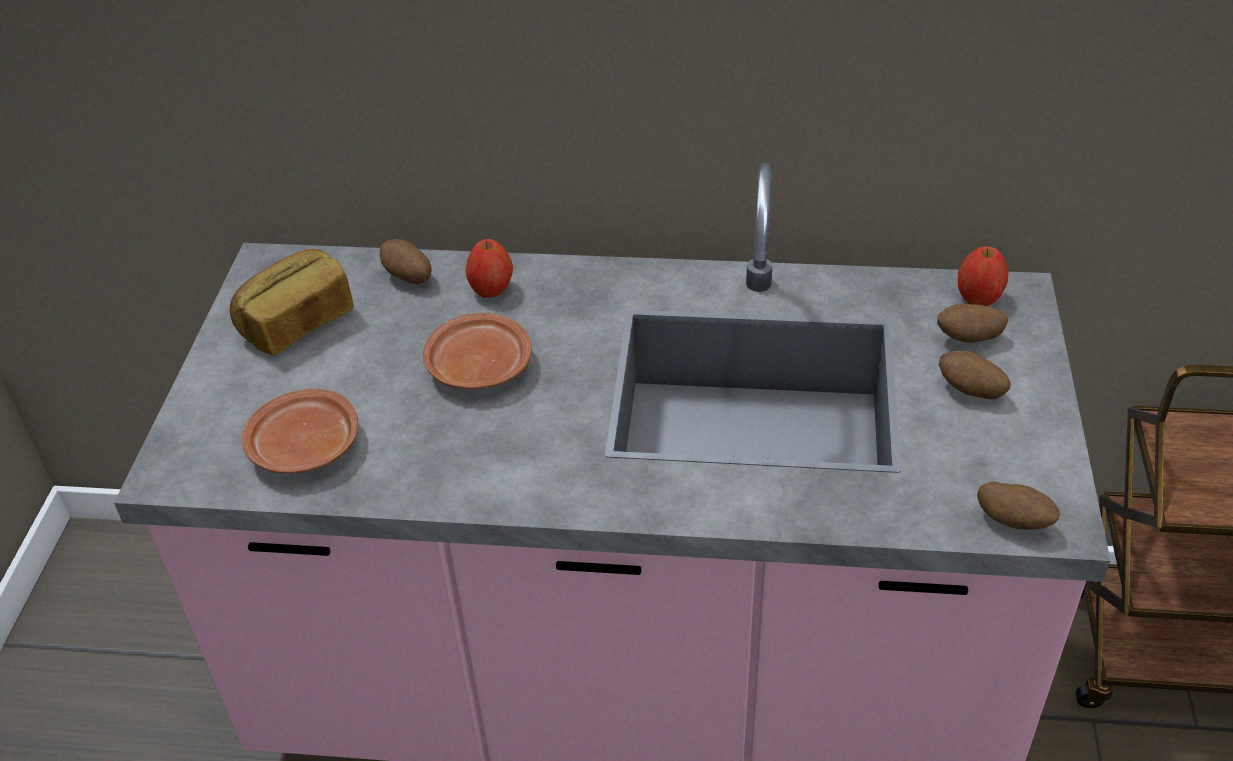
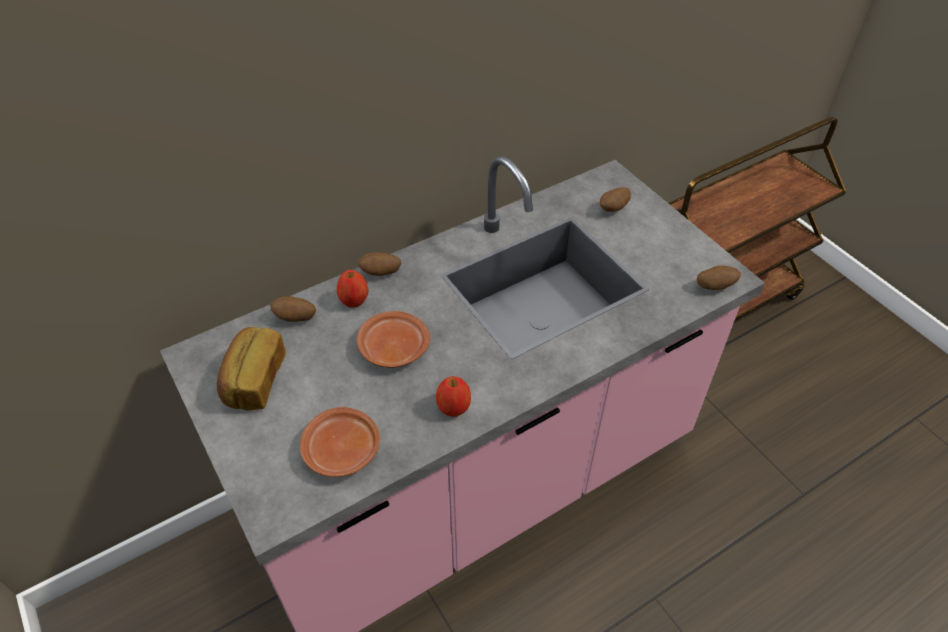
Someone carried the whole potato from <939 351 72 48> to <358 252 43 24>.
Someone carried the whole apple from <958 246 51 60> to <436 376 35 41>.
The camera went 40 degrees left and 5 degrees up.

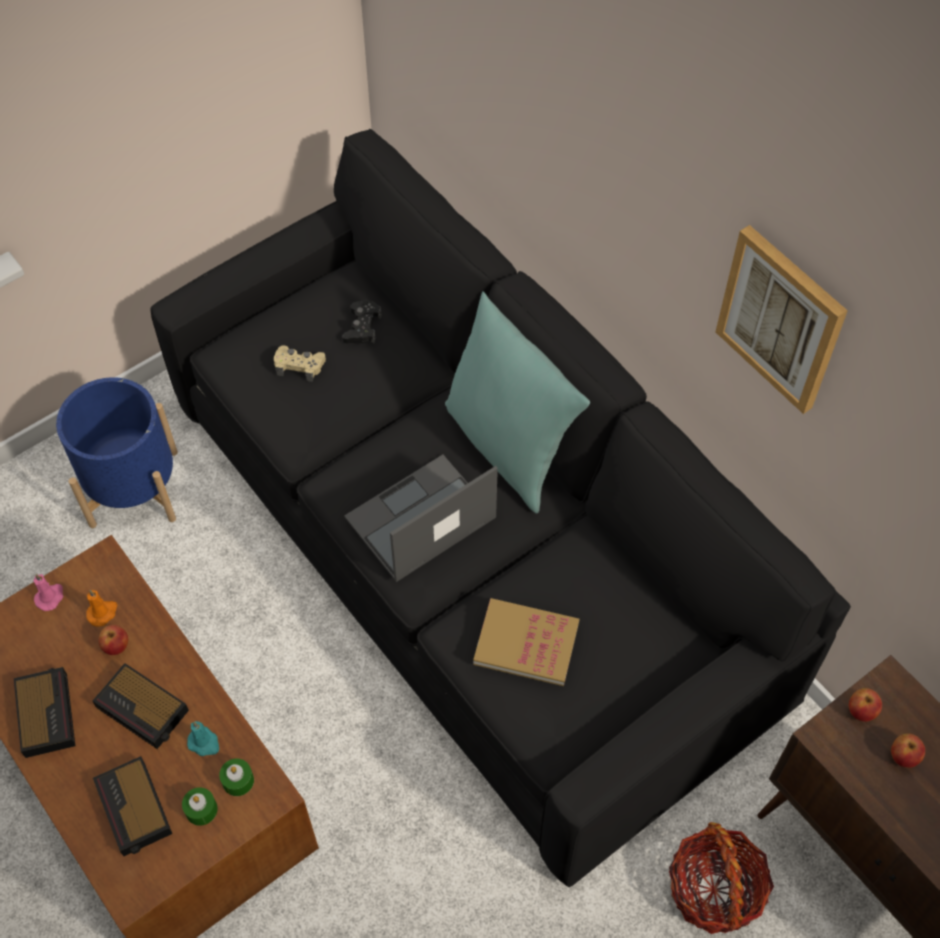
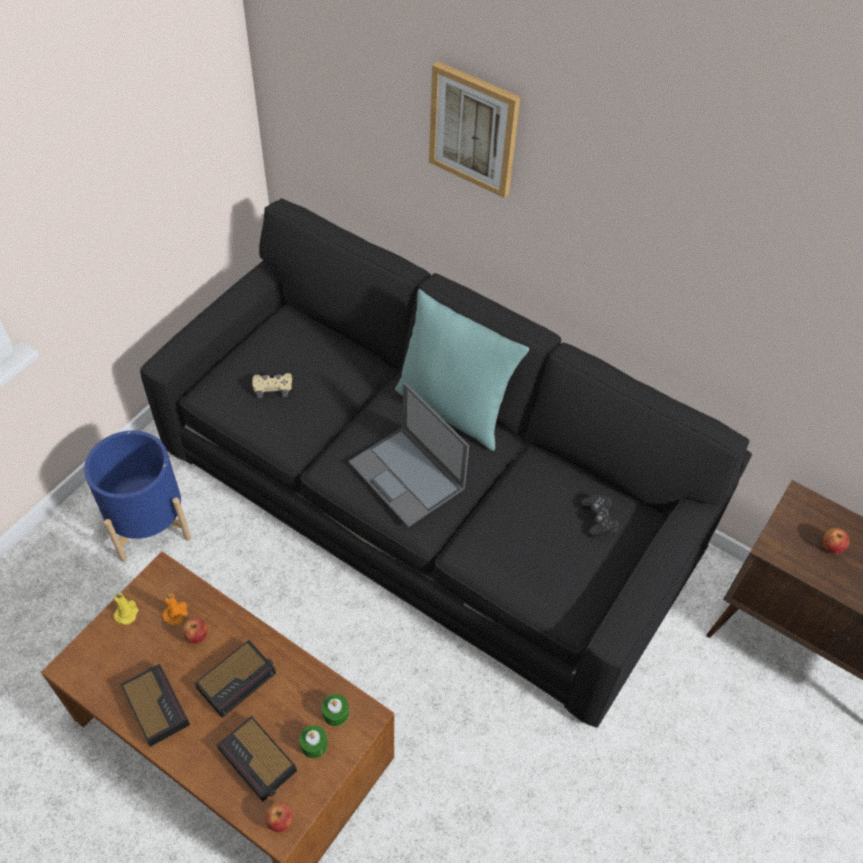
Someone repainted the wax candle in pink-coloured at <34 574 29 37>, which became the wax candle in yellow-coloured at <114 593 25 32>.
Someone rotated the alarm clock at <93 663 96 86> by 60 degrees counterclockwise.
Someone took away the wax candle in blue-green at <187 721 32 35>.
Someone carried the game controller in black from <342 300 40 44> to <580 495 38 43>.
Someone rotated the portable computer at <344 455 154 127> by 75 degrees counterclockwise.
Someone took away the bound book at <473 598 106 88>.
Someone took away the household basket at <669 822 105 112>.
Someone carried the wall picture from <715 225 133 189> to <429 61 91 137>.
Someone carried the whole apple from <849 688 33 34> to <265 802 28 30>.
The camera went 20 degrees left and 5 degrees down.

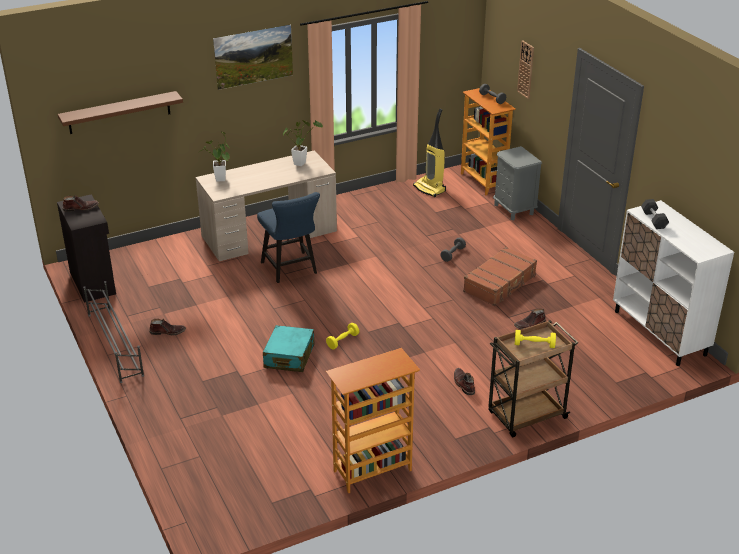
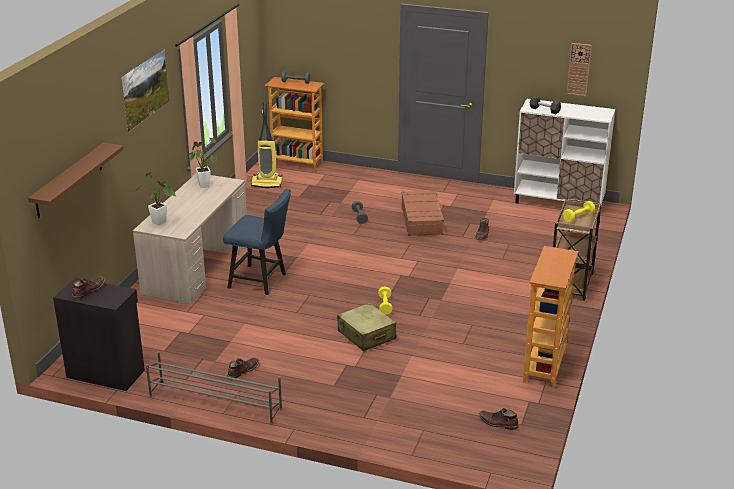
Someone repainted the suitcase in blue-green at <263 325 52 47>, which became the suitcase in beige-coloured at <337 303 60 48>.
Someone carried the tall boot in brown-coloured from <454 368 21 27> to <479 408 40 22>.
Someone took away the nightstand in grey at <493 146 49 74>.
Someone carried the hanging clock from <517 40 17 59> to <567 43 25 53>.
The camera went 45 degrees left and 5 degrees down.

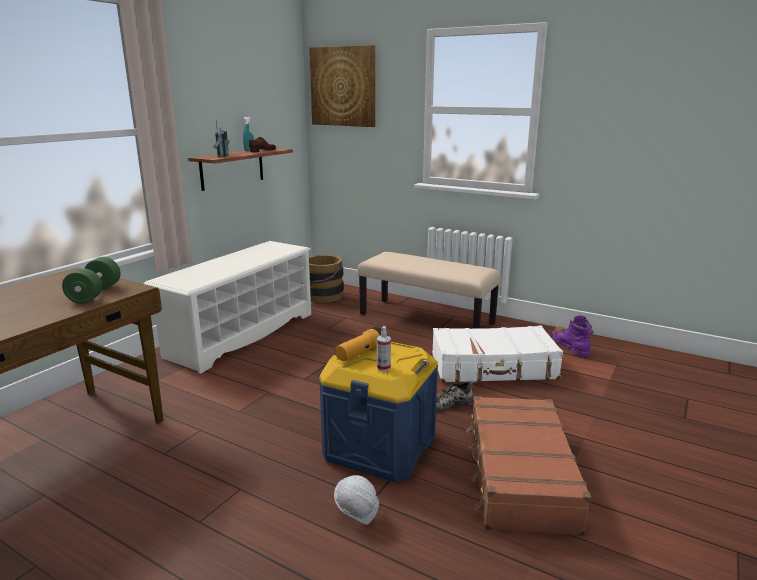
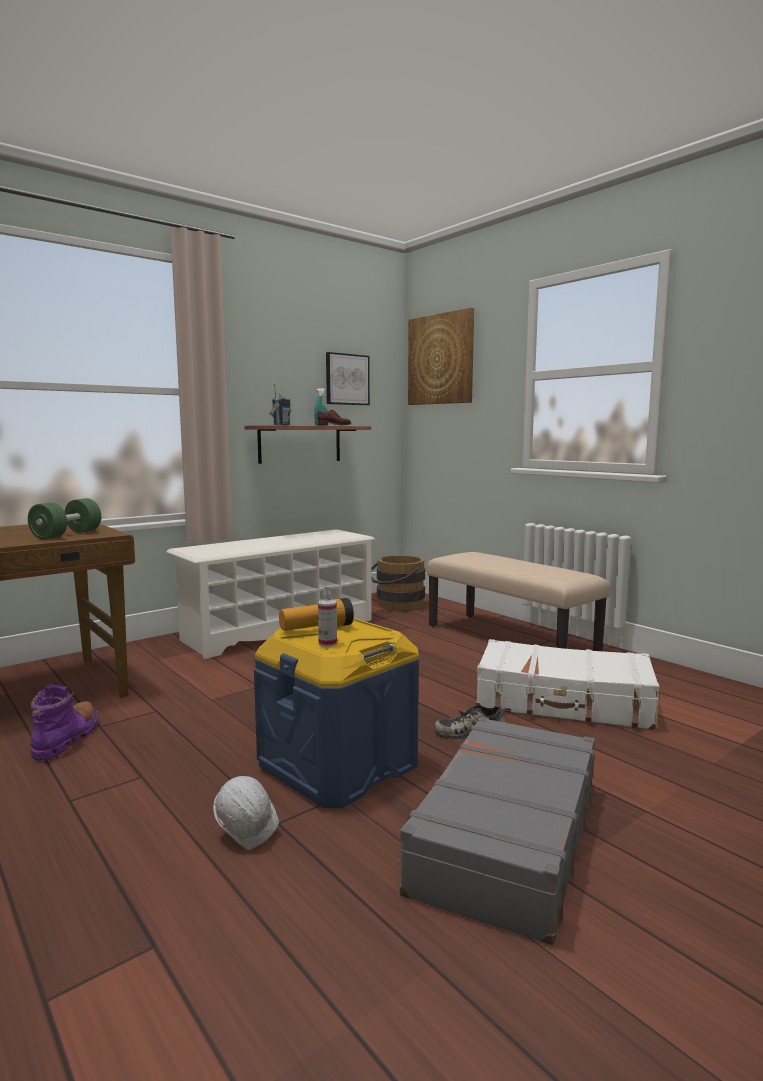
Someone repainted the suitcase in brown-coloured at <466 396 125 140>, which became the suitcase in grey at <398 717 197 228>.
Someone carried the tall boot in purple from <552 316 42 41> to <31 684 67 77>.
Someone put up the wall picture at <326 352 44 53>.
The camera went 20 degrees right and 10 degrees down.

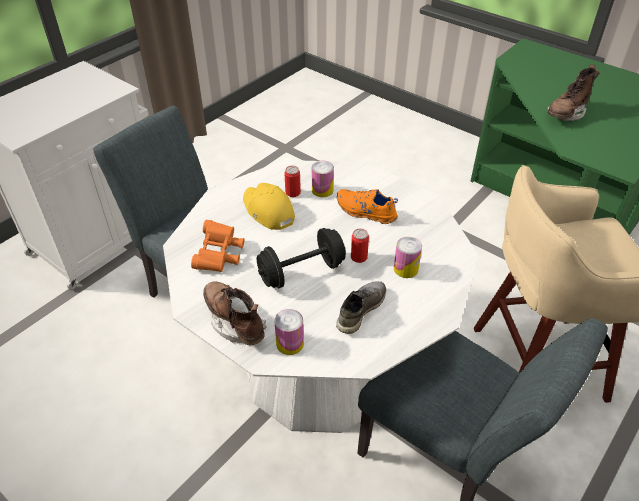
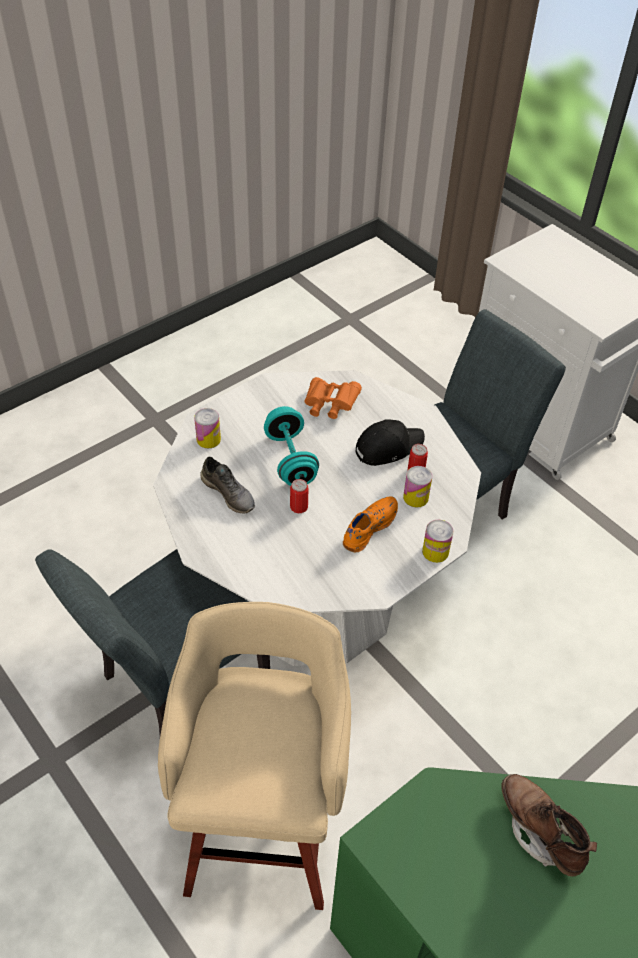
Someone took away the tall boot in brown-coloured at <203 281 64 64>.
Someone repainted the baseball cap in yellow-coloured at <243 183 52 47>, which became the baseball cap in black at <356 419 69 47>.
Someone repainted the hand weight in black at <257 228 89 60>, which became the hand weight in blue-green at <264 406 55 80>.
Someone carried the sealed can from <394 237 28 41> to <422 520 31 43>.
The camera went 100 degrees right and 5 degrees up.

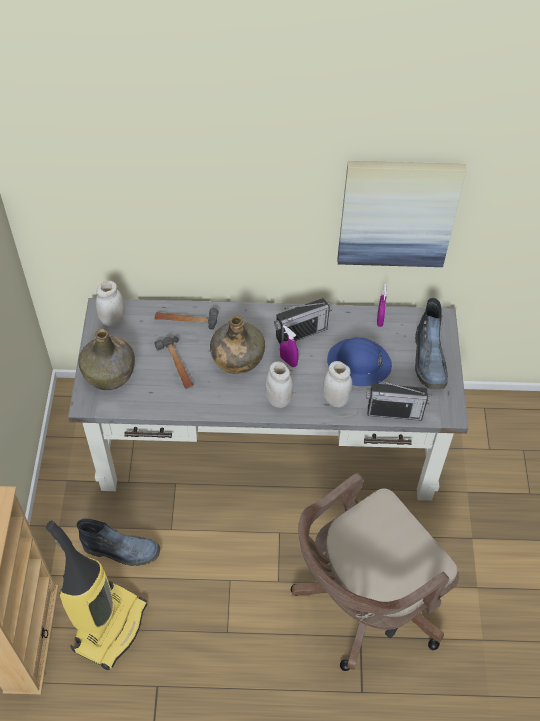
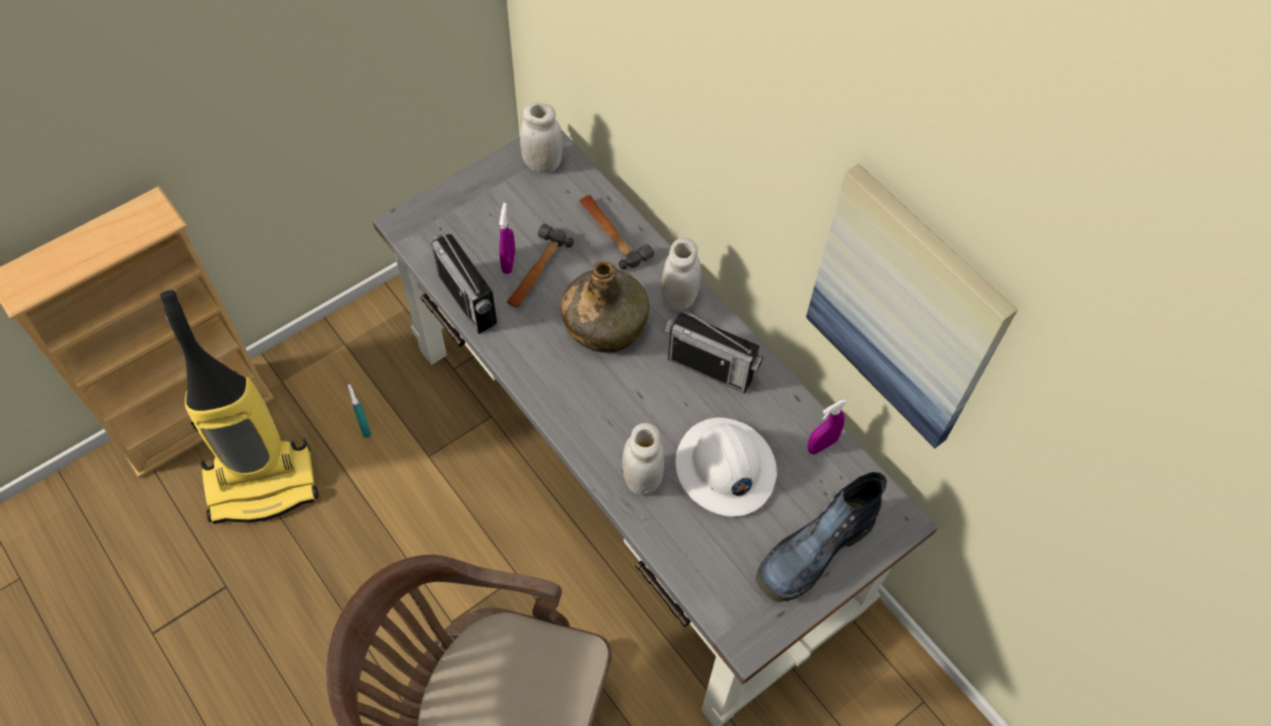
Someone swapped the tall boot at <77 518 83 48> for the hand sprayer in blue-green at <348 384 23 54>.
Someone took away the beverage bottle in green at <78 329 57 61>.
Someone carried the storage jar in whitish from <265 361 28 47> to <661 238 40 73>.
Someone carried the hand sprayer in purple from <280 325 19 42> to <499 203 16 71>.
Someone repainted the work helmet in bluish at <327 337 65 49>, which became the work helmet in whitish at <676 418 101 99>.
Someone carried the radio receiver from <366 380 65 41> to <430 228 67 106>.
The camera went 50 degrees right and 5 degrees up.

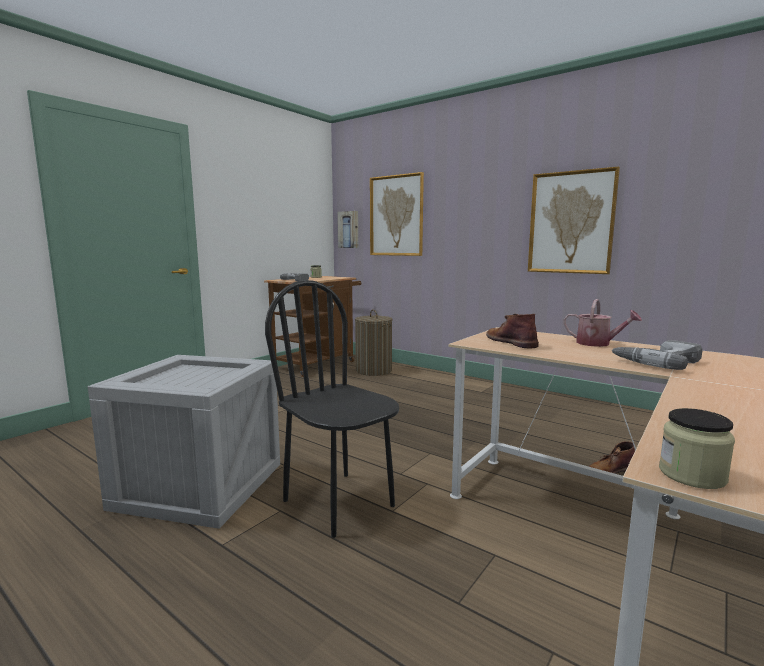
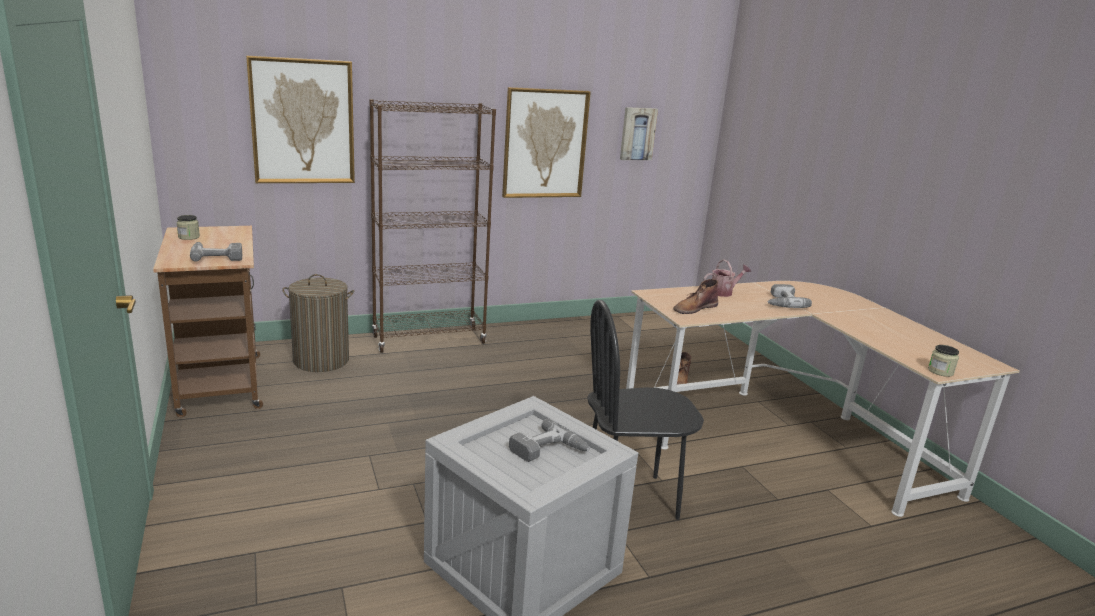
Someone carried the wall picture from <338 211 20 37> to <620 107 38 53>.
Someone rotated the tall boot in brown-coloured at <486 314 53 35> by 45 degrees counterclockwise.
Someone put down the shelving unit in brown-coloured at <370 99 126 254>.
Someone put down the power drill at <509 419 81 43>.
The camera went 60 degrees left and 10 degrees up.

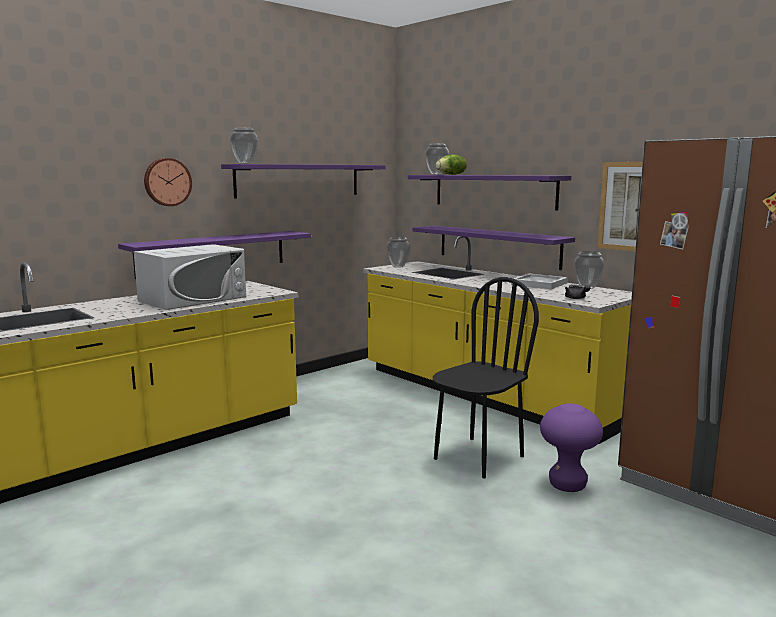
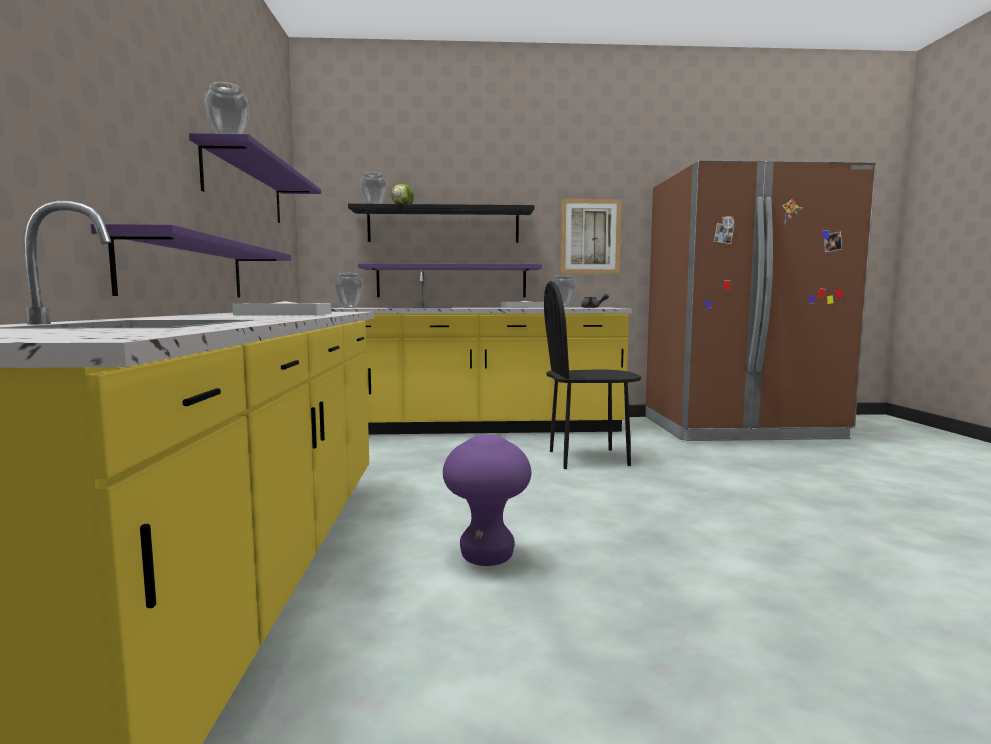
Someone swapped the microwave oven in whitish at <134 244 112 66> for the serving tray in whitish at <232 301 99 14>.
Someone took away the hanging clock at <144 158 48 48>.
Someone repainted the shelf in purple at <408 175 163 36>, which became the shelf in black at <348 203 186 40>.
Someone rotated the plain chair in black at <433 277 106 202> by 90 degrees counterclockwise.
Someone carried the stool seat in purple from <540 403 63 89> to <443 435 88 131>.
The camera went 50 degrees left and 5 degrees down.

